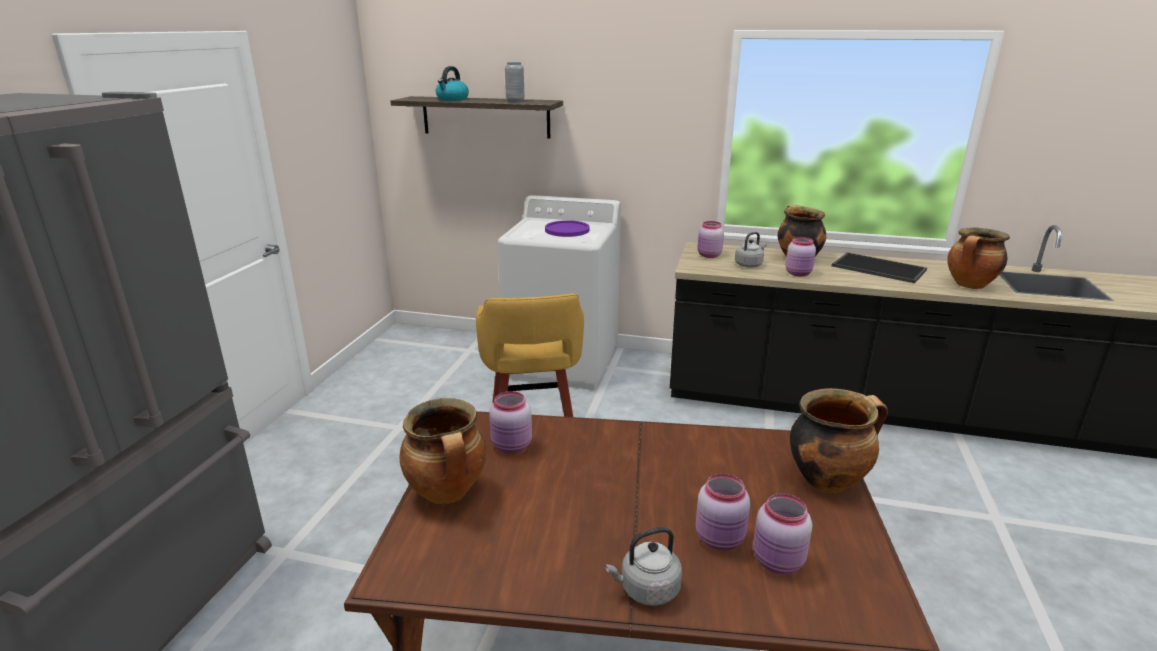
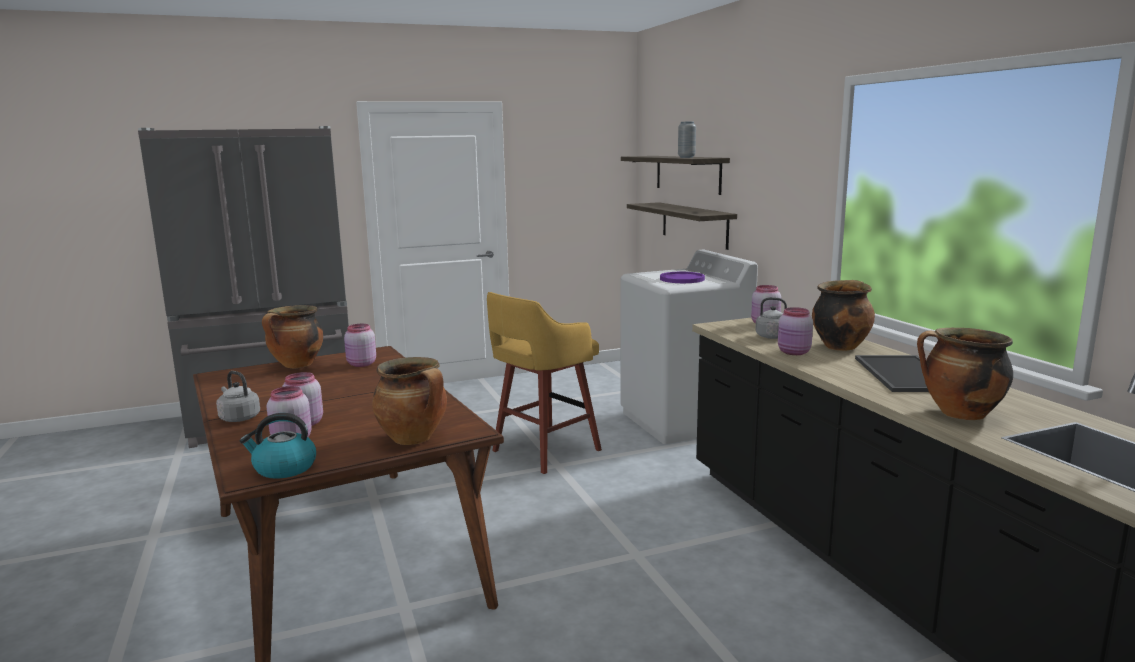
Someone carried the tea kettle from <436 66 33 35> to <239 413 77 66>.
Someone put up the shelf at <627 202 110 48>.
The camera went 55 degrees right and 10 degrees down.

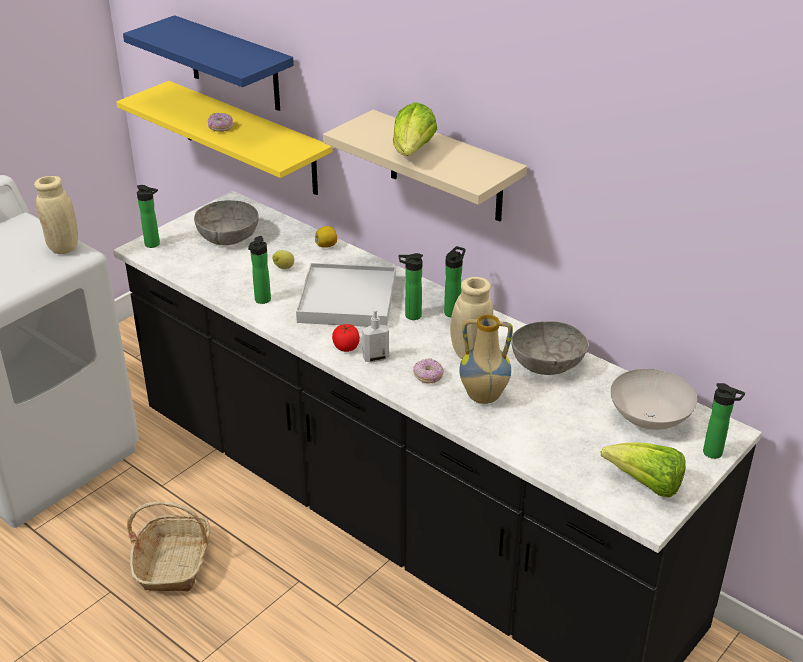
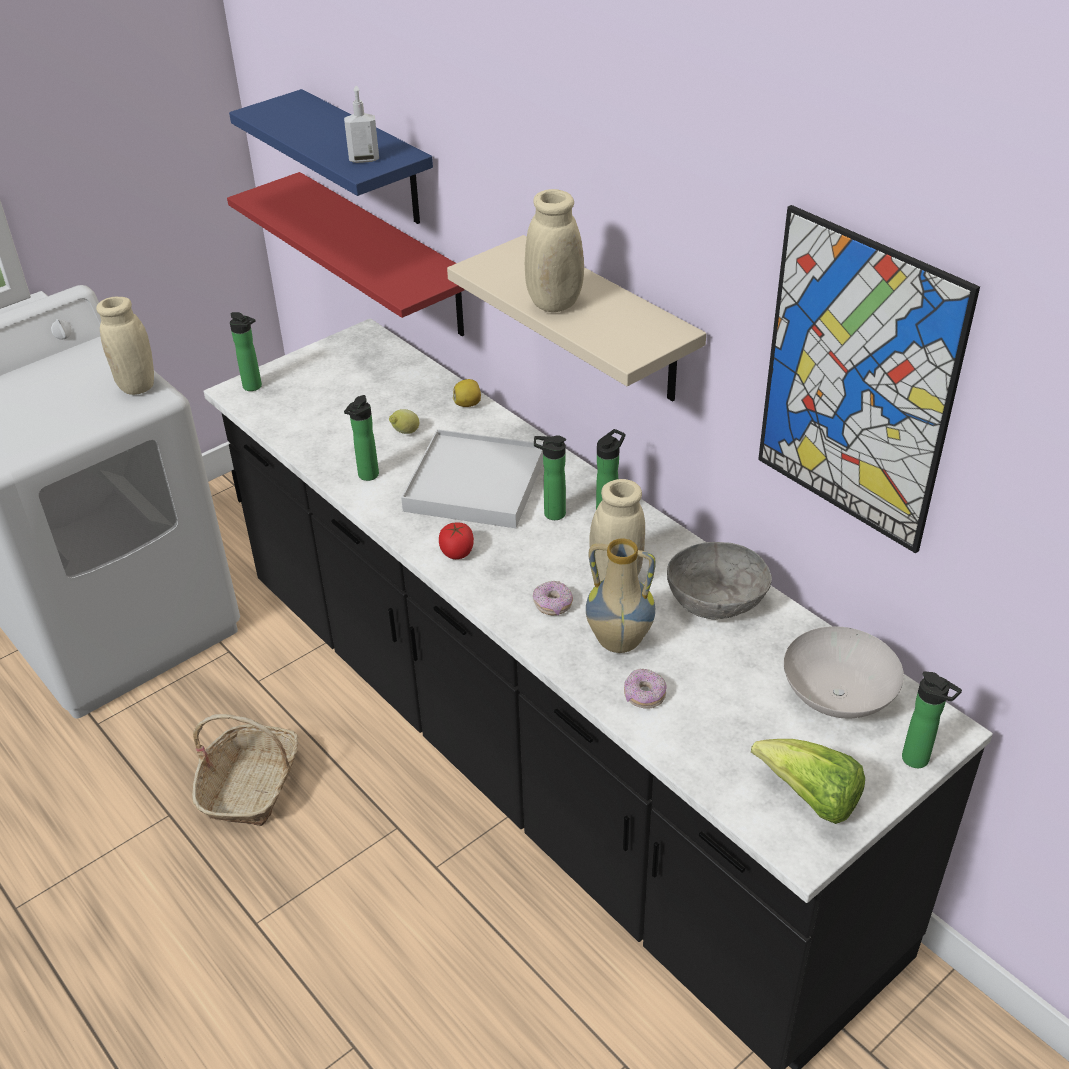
Someone repainted the shelf in yellow-coloured at <116 81 216 114>, which became the shelf in red-coloured at <227 172 238 164>.
Someone took away the serving bowl in grey at <194 200 65 45>.
Someone carried the donut from <208 113 25 19> to <624 669 42 40>.
Someone carried the liquid soap bottle from <362 305 27 57> to <344 86 35 77>.
Someone swapped the lettuce head at <393 102 44 54> for the decorative vase in beige-coloured at <525 189 59 123>.
Someone put up the wall picture at <758 205 222 349>.
The camera went 10 degrees right and 5 degrees up.

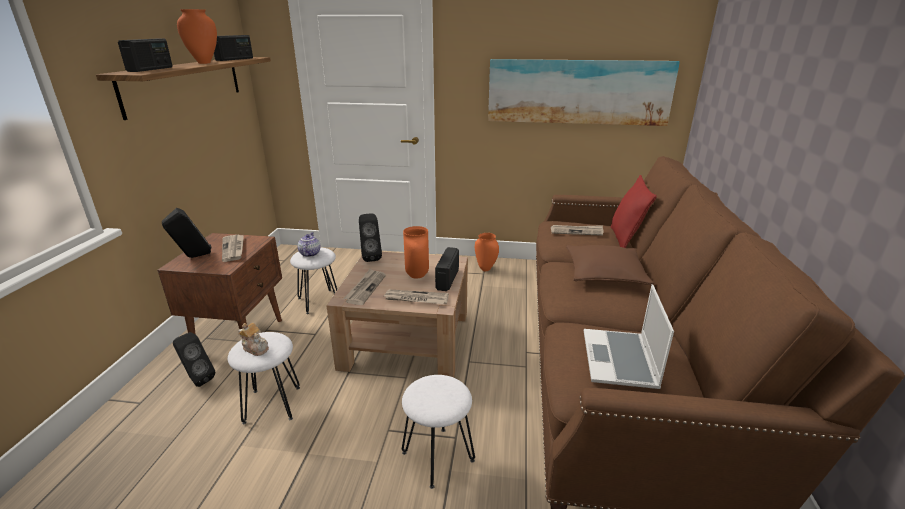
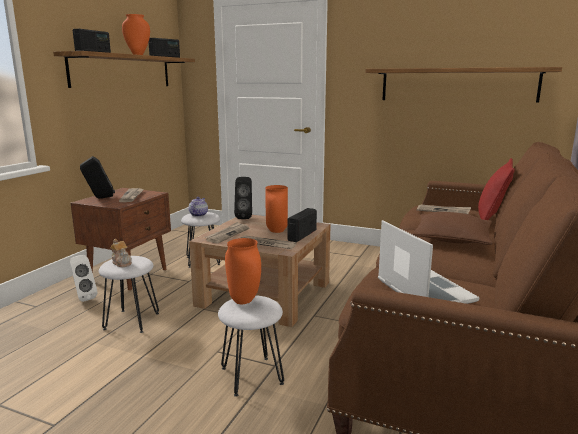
Someone repainted the loudspeaker in black at <173 332 42 55>, which became the loudspeaker in whitish at <70 255 28 47>.
Someone carried the decorative vase in orangey from <475 233 24 38> to <225 238 36 66>.
Someone swapped the wall picture at <488 59 192 67> for the shelf at <365 67 197 36>.
Someone rotated the portable computer at <584 284 90 105> by 135 degrees clockwise.
The camera went 15 degrees right and 10 degrees down.

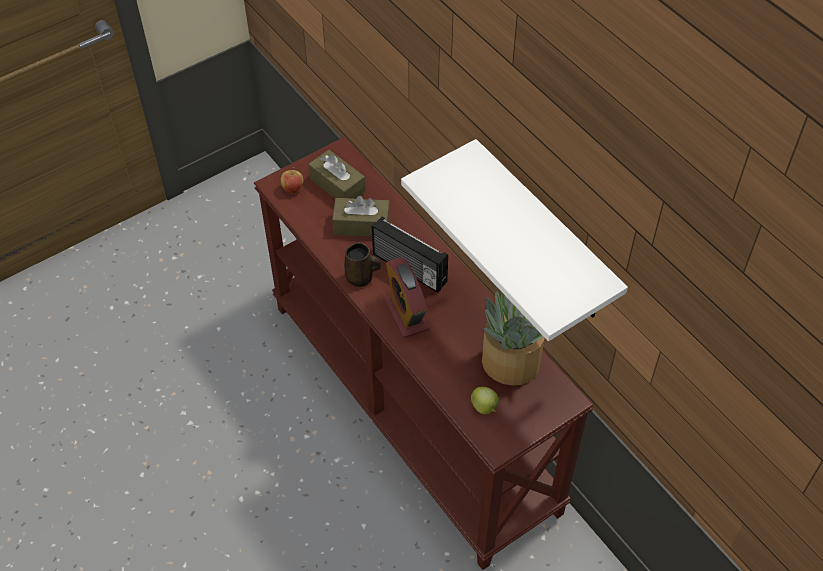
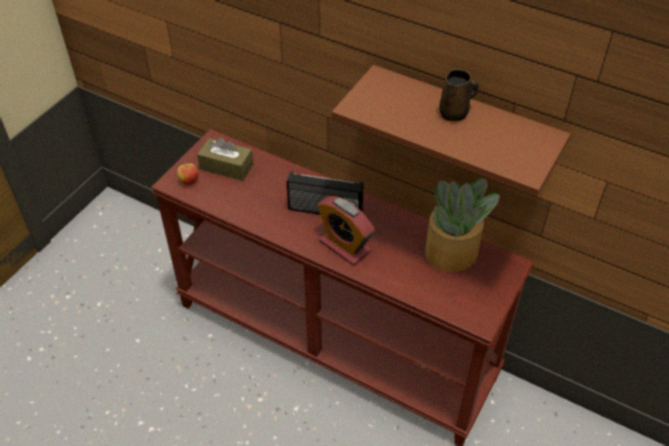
Someone took away the box of tissues in brown-coloured at <332 196 58 41>.
Someone carried the tea mug in brown-coloured from <345 242 36 45> to <439 69 40 52>.
Someone repainted the shelf in whitish at <401 139 227 202>, which became the shelf in brown-coloured at <332 65 239 131>.
Someone took away the whole apple at <471 387 28 27>.
The camera went 25 degrees left and 5 degrees down.

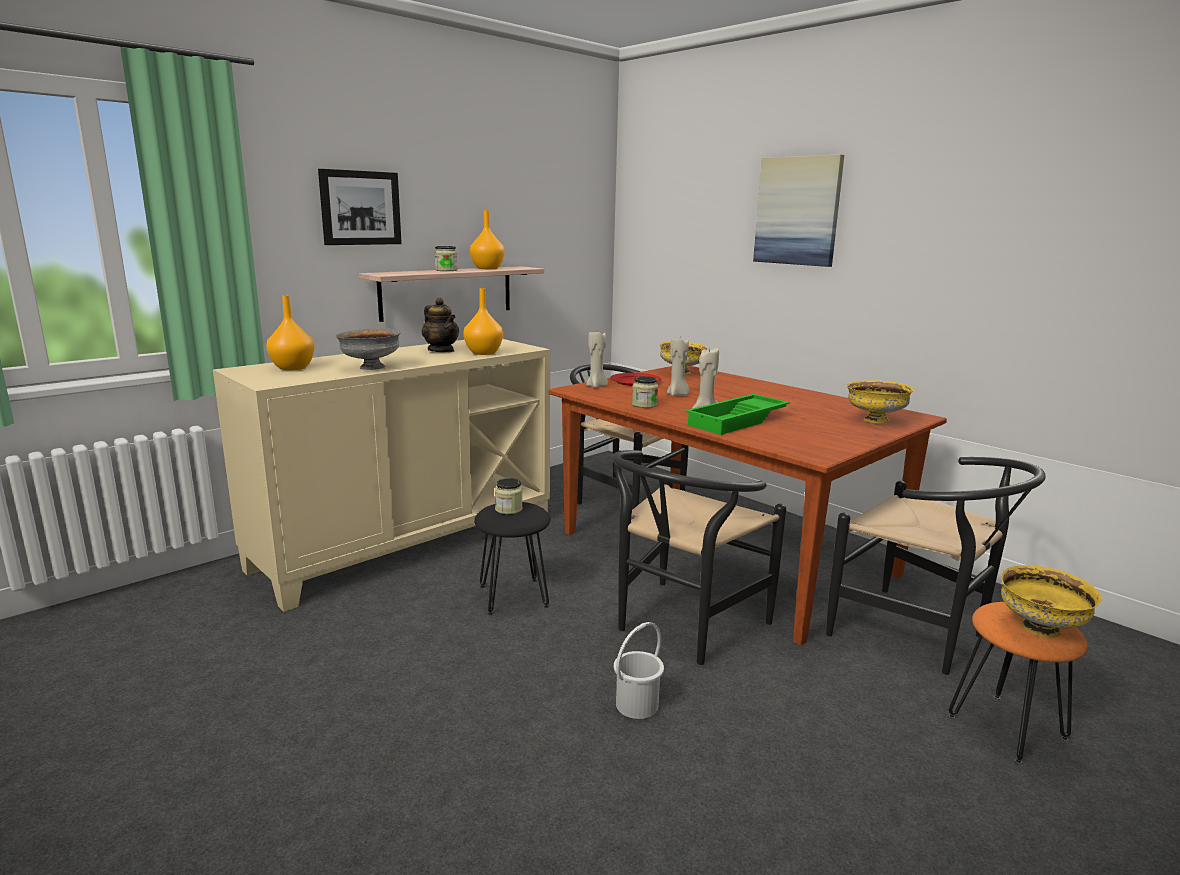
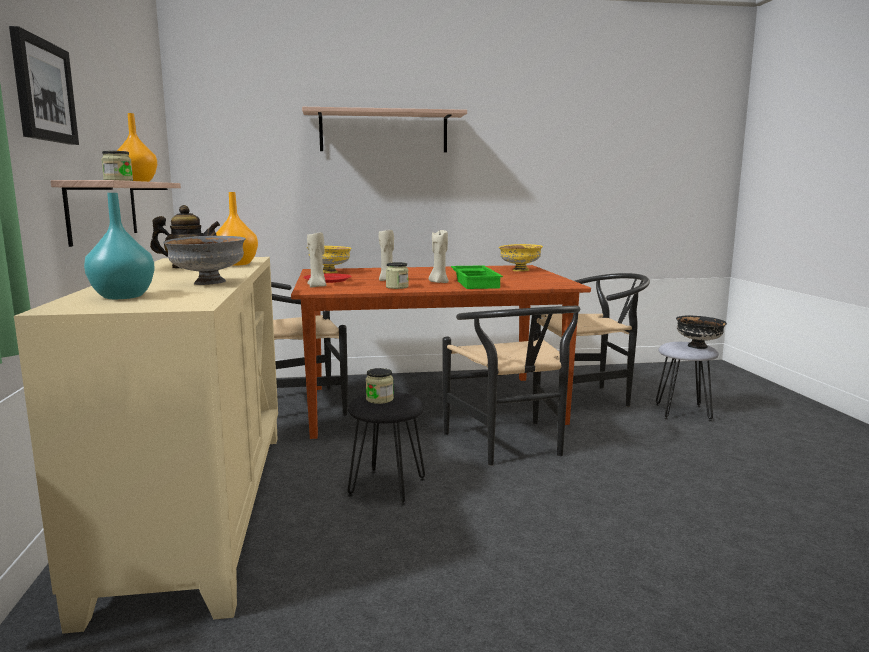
Someone repainted the decorative vase in orangey at <266 295 49 75>, which became the decorative vase in blue-green at <84 193 71 106>.
Someone took away the pail in whitish at <614 622 50 97>.
Someone swapped the wall picture at <753 154 91 113> for the shelf at <302 107 165 45>.
Someone repainted the stool seat in orangey at <948 602 140 162>, which became the stool seat in grey at <656 342 63 80>.
Someone repainted the serving bowl in yellow-coloured at <1001 565 100 73>, which became the serving bowl in black at <676 316 51 33>.
The camera went 55 degrees left and 5 degrees down.

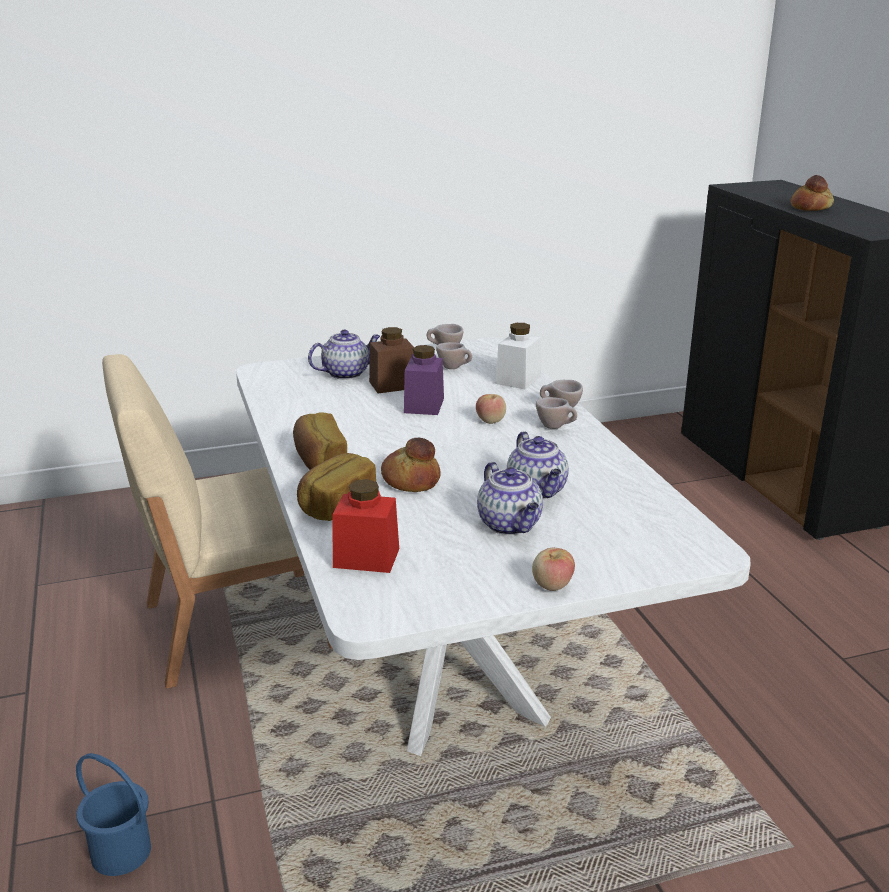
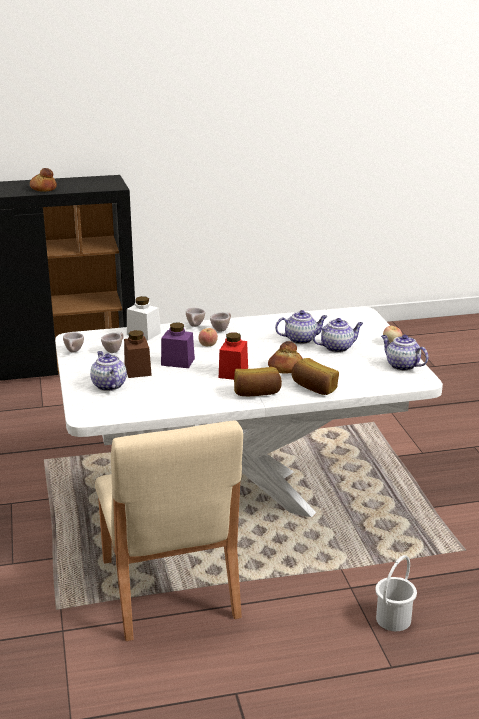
Someone repainted the pail in bluish at <76 753 75 123>, which became the pail in whitish at <375 555 42 76>.
Someone carried the storage jar in red-coloured from <333 479 66 94> to <219 332 29 48>.
Someone put down the tea pot at <381 335 47 36>.
The camera went 85 degrees left and 0 degrees up.

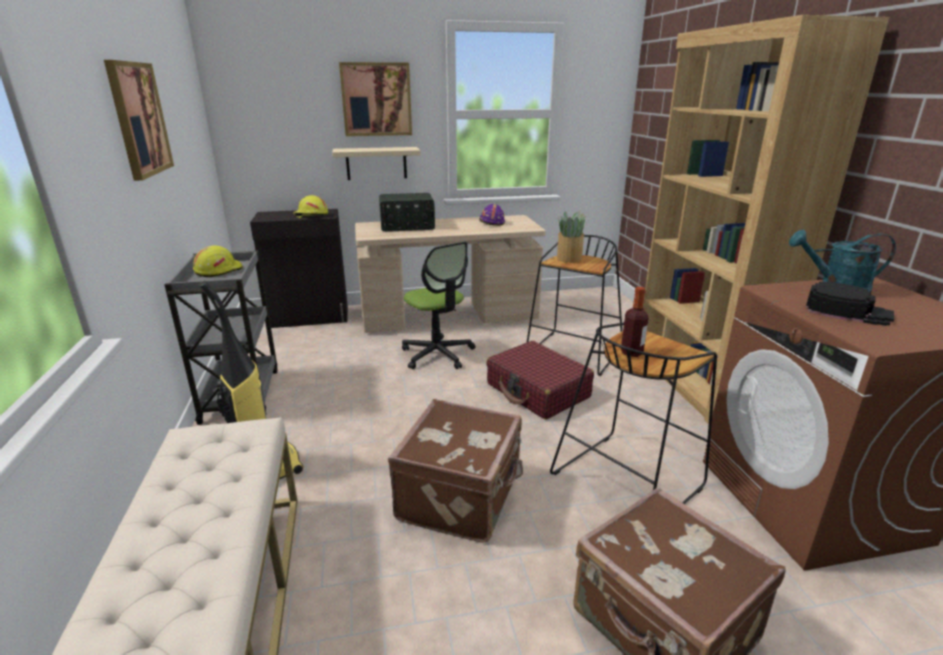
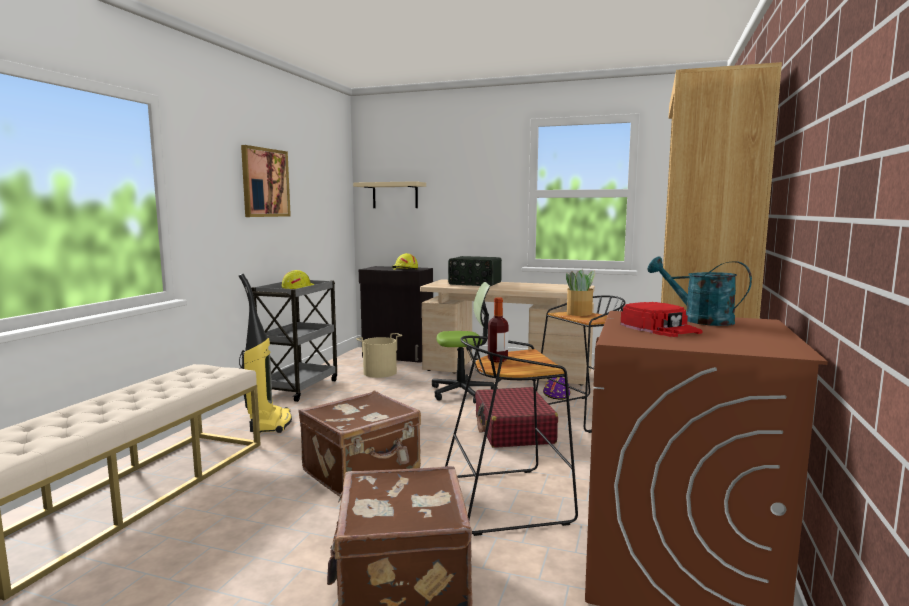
Someone carried the shelf in beige-coloured from <332 147 88 33> to <353 181 73 27>.
Someone took away the wall picture at <339 62 73 74>.
Someone rotated the desk chair at <402 241 73 128> by 90 degrees counterclockwise.
Someone carried the work helmet in purple from <479 204 26 22> to <543 377 28 23>.
Someone repainted the baseball cap in black at <806 281 88 45>, which became the baseball cap in red-coloured at <621 302 81 35>.
Someone put down the pail in beige-coloured at <356 333 47 45>.
The camera went 30 degrees right and 15 degrees down.

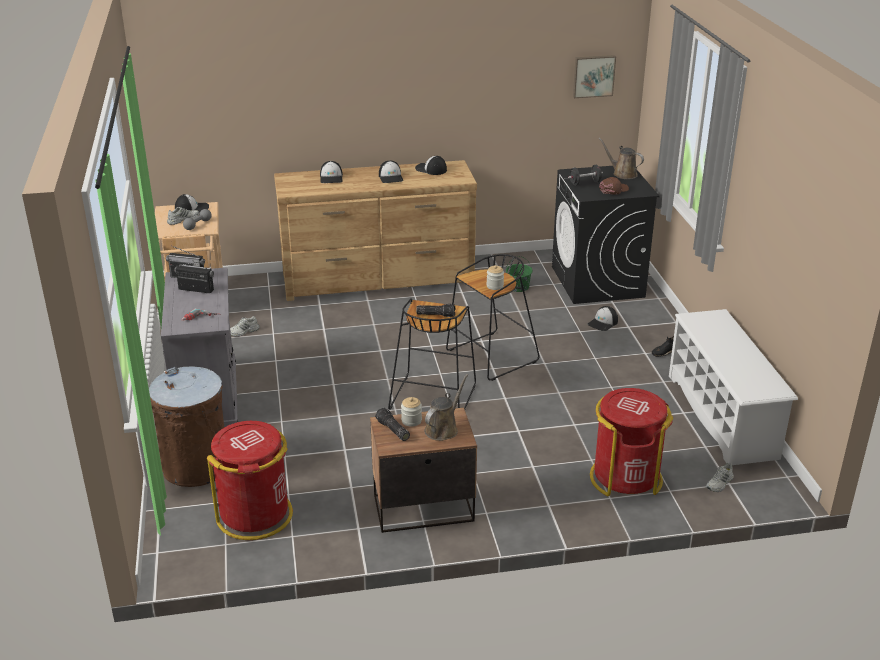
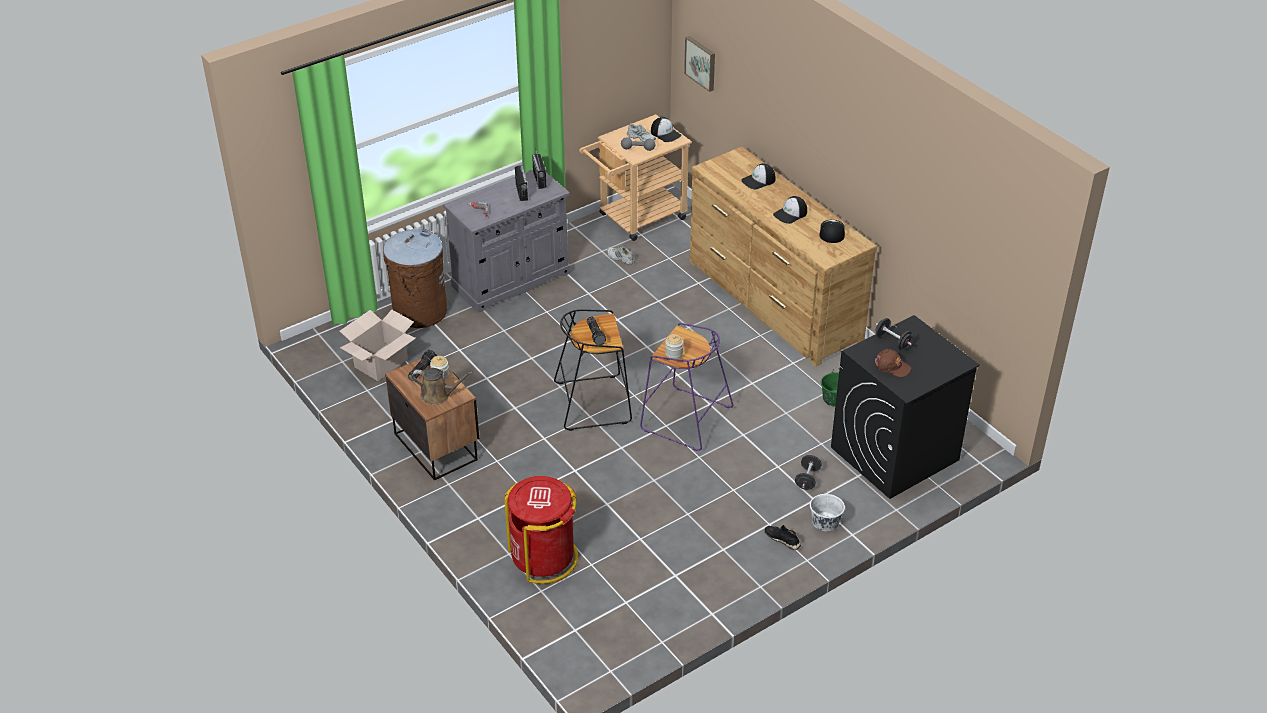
Someone swapped the waste bin in red-coloured at <207 421 86 119> for the carton at <340 310 76 71>.
Someone repainted the stool seat in black at <446 254 94 127>, which became the stool seat in purple at <640 323 93 128>.
Someone carried the wall picture from <573 55 43 43> to <684 36 31 56>.
Someone swapped the baseball cap at <588 306 30 25> for the hand weight in black at <795 455 27 35>.
Someone took away the watering pot in brown-coloured at <598 138 46 41>.
Someone took away the shoe stand in whitish at <669 309 129 156>.
Someone took away the low shoe in whitish at <706 463 28 29>.
Someone put down the pail in whitish at <810 489 35 42>.
The camera went 65 degrees right and 10 degrees up.

